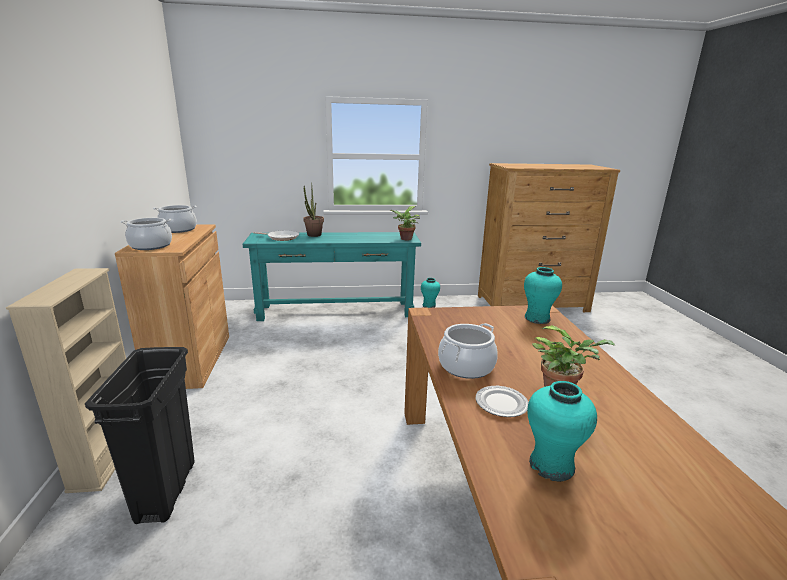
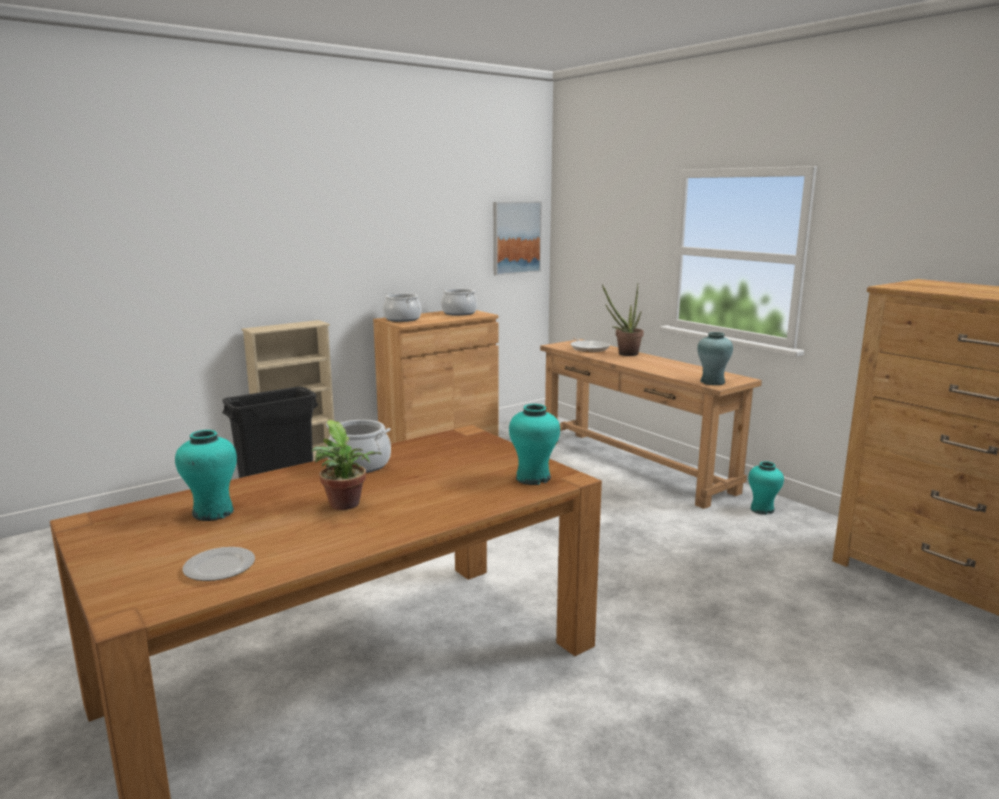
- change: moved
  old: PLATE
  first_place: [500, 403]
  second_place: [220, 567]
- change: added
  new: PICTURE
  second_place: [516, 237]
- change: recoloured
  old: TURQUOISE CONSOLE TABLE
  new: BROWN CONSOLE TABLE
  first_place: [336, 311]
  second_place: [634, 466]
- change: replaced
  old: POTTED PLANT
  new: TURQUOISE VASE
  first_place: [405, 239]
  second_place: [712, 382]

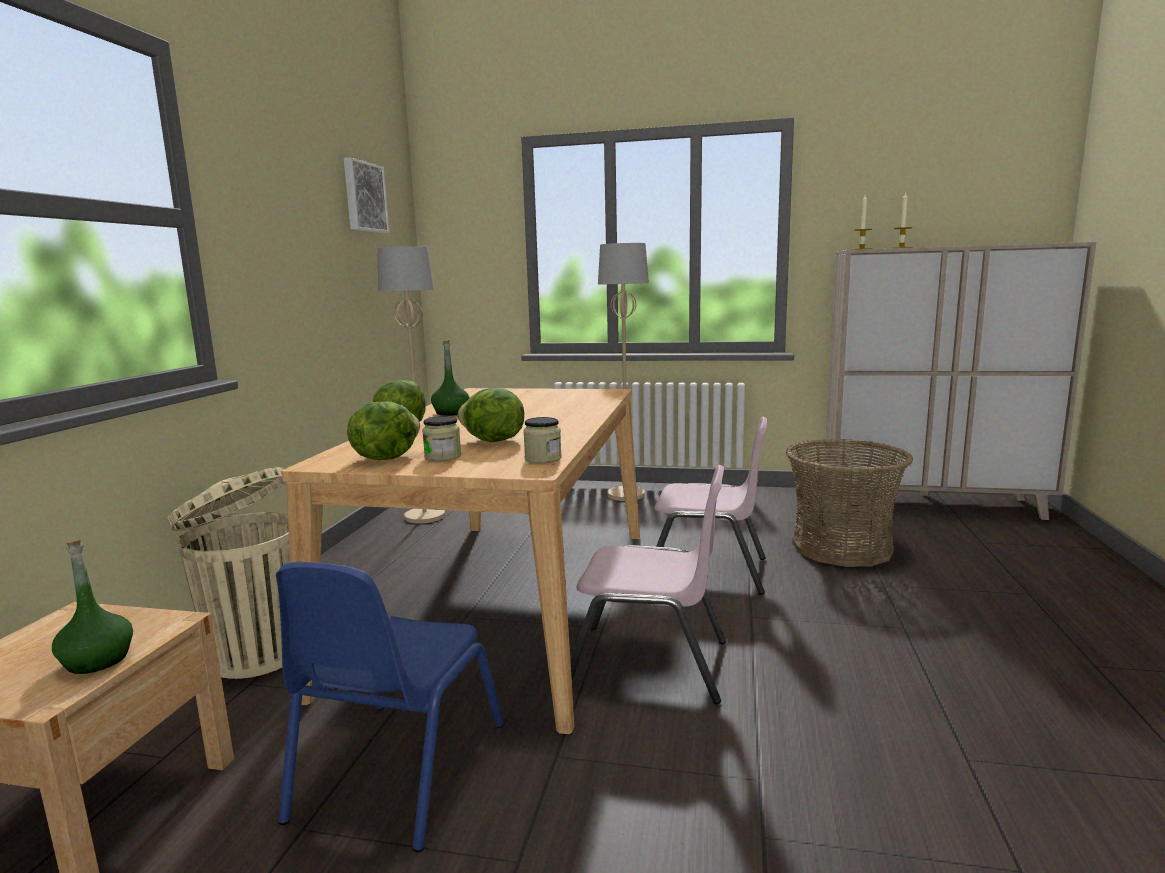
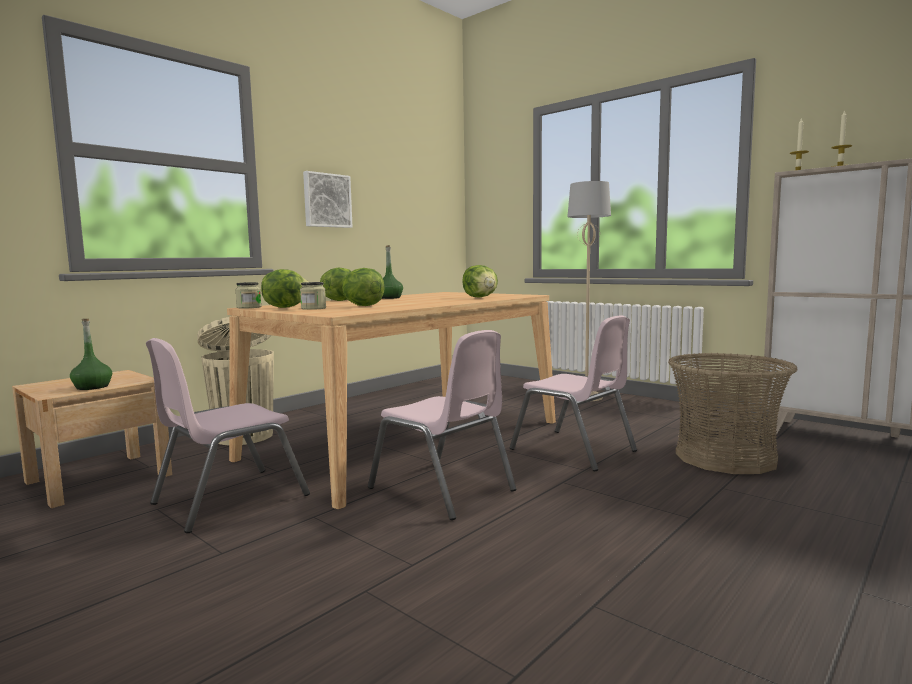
- change: recoloured
  old: BLUE CHAIR
  new: PINK CHAIR
  first_place: [397, 770]
  second_place: [229, 499]
- change: moved
  old: JAR
  first_place: [543, 459]
  second_place: [249, 307]
- change: moved
  old: PICTURE
  first_place: [364, 197]
  second_place: [326, 200]
- change: added
  new: LETTUCE
  second_place: [481, 297]
- change: removed
  old: BEIGE FLOOR LAMP
  first_place: [425, 516]

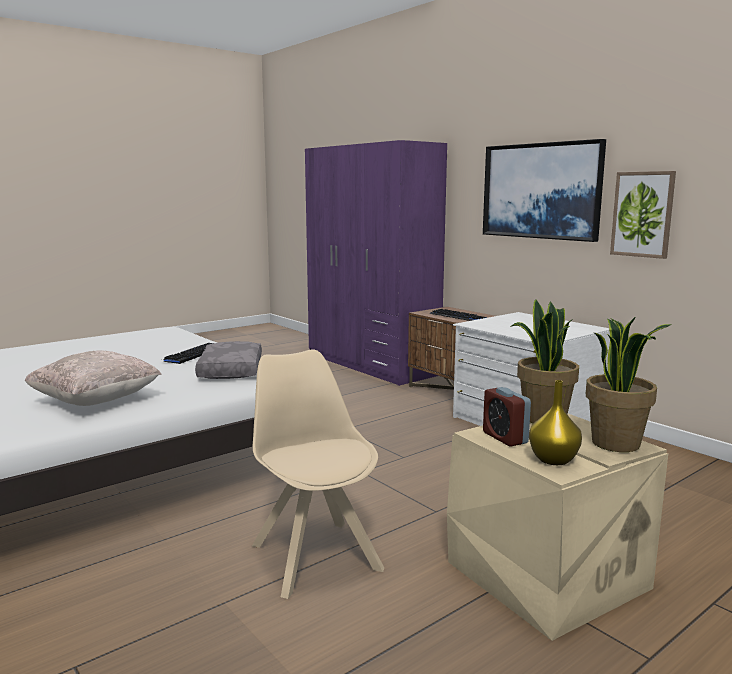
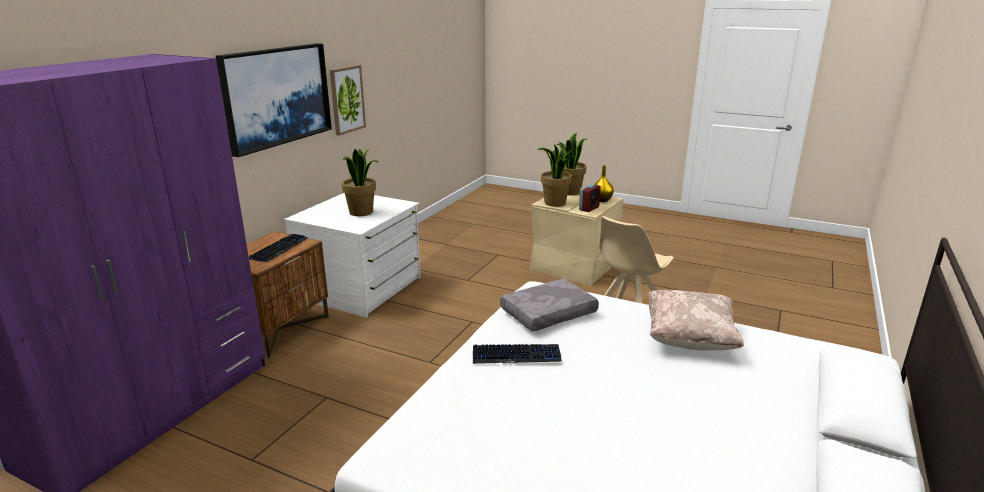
- change: added
  new: POTTED PLANT
  second_place: [361, 212]

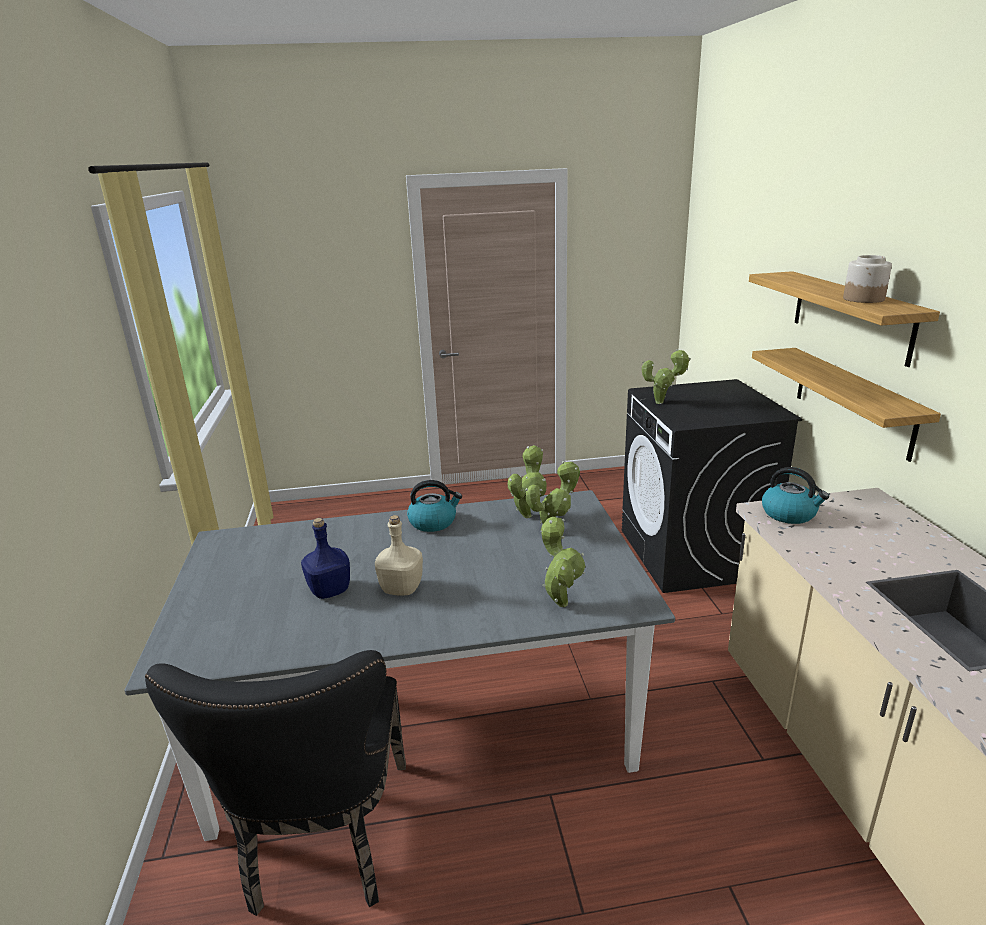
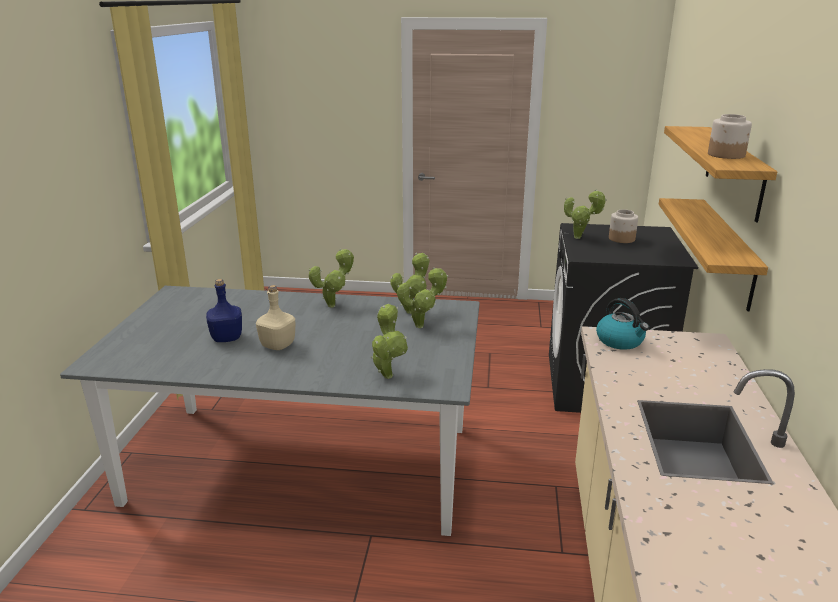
- change: replaced
  old: KETTLE
  new: POTTED PLANT
  first_place: [433, 522]
  second_place: [334, 305]
- change: added
  new: JAR
  second_place: [621, 239]
- change: removed
  old: BLACK CHAIR
  first_place: [326, 844]

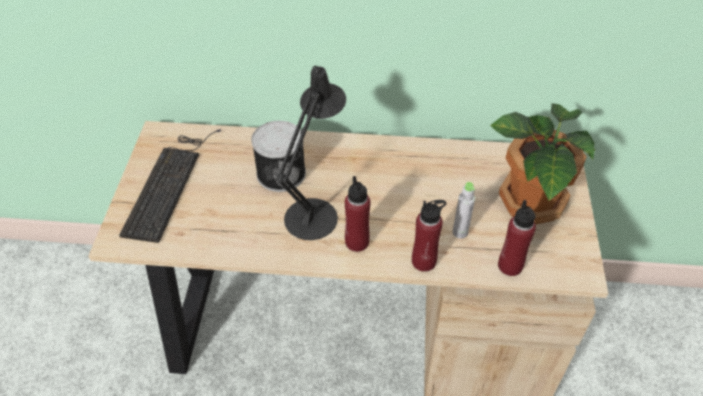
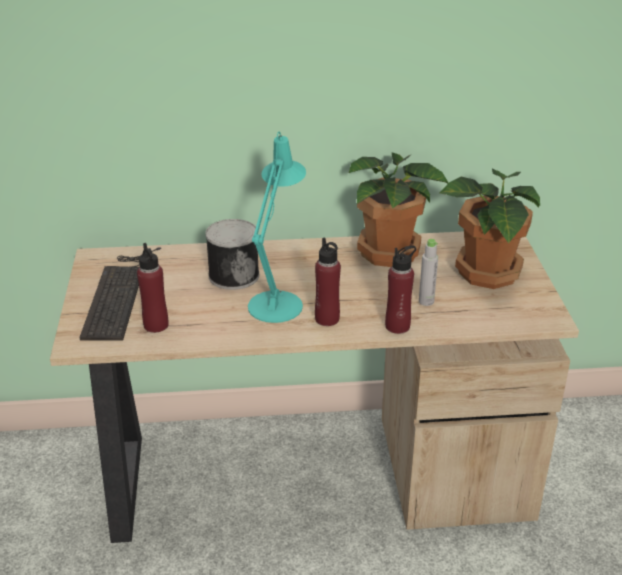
- change: moved
  old: RED BOTTLE
  first_place: [510, 266]
  second_place: [156, 325]
- change: recoloured
  old: BLACK TABLE LAMP
  new: TURQUOISE TABLE LAMP
  first_place: [315, 213]
  second_place: [278, 301]
- change: added
  new: POTTED PLANT
  second_place: [391, 253]

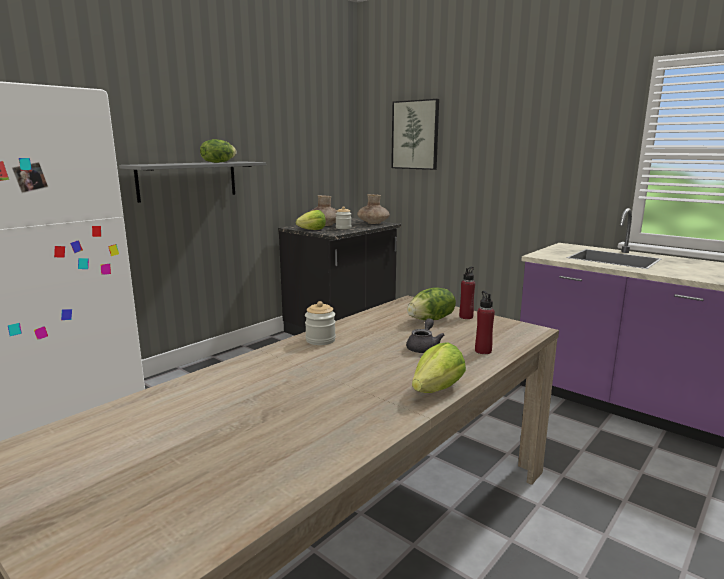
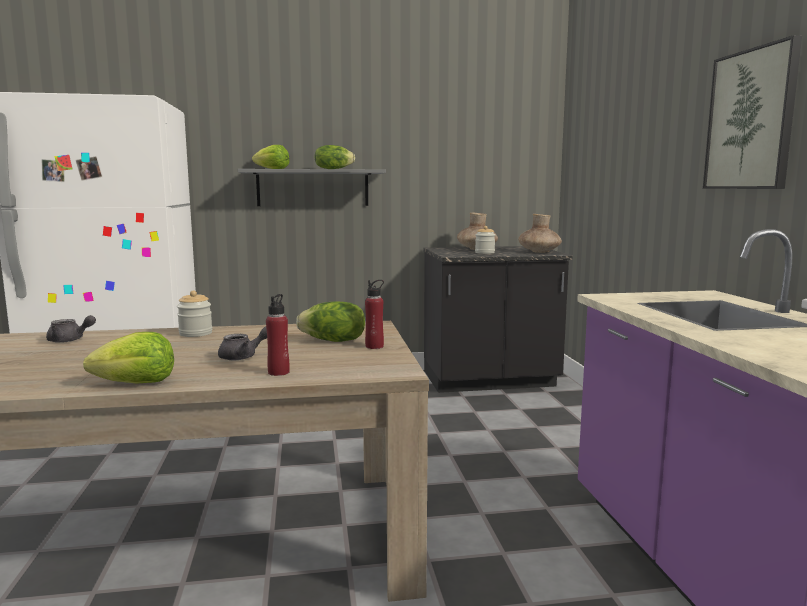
- change: added
  new: GREY TEAPOT
  second_place: [70, 340]
- change: moved
  old: LETTUCE
  first_place: [312, 230]
  second_place: [272, 169]
- change: moved
  old: PICTURE
  first_place: [415, 135]
  second_place: [751, 120]

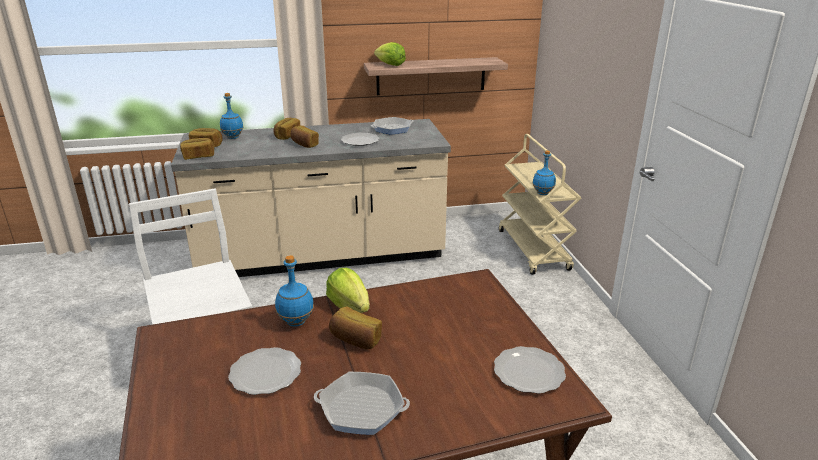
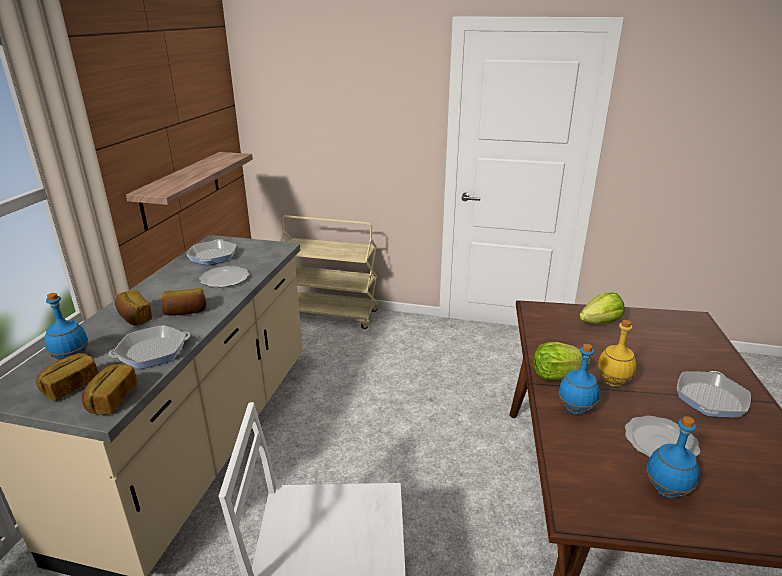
- change: added
  new: FRYING PAN
  second_place: [152, 352]
- change: moved
  old: LETTUCE
  first_place: [390, 65]
  second_place: [600, 322]
- change: replaced
  old: BREAD
  new: YELLOW BOTTLE
  first_place: [355, 340]
  second_place: [613, 382]
- change: moved
  old: BLUE BOTTLE
  first_place: [542, 193]
  second_place: [665, 490]
- change: removed
  old: PLATE
  first_place: [529, 373]

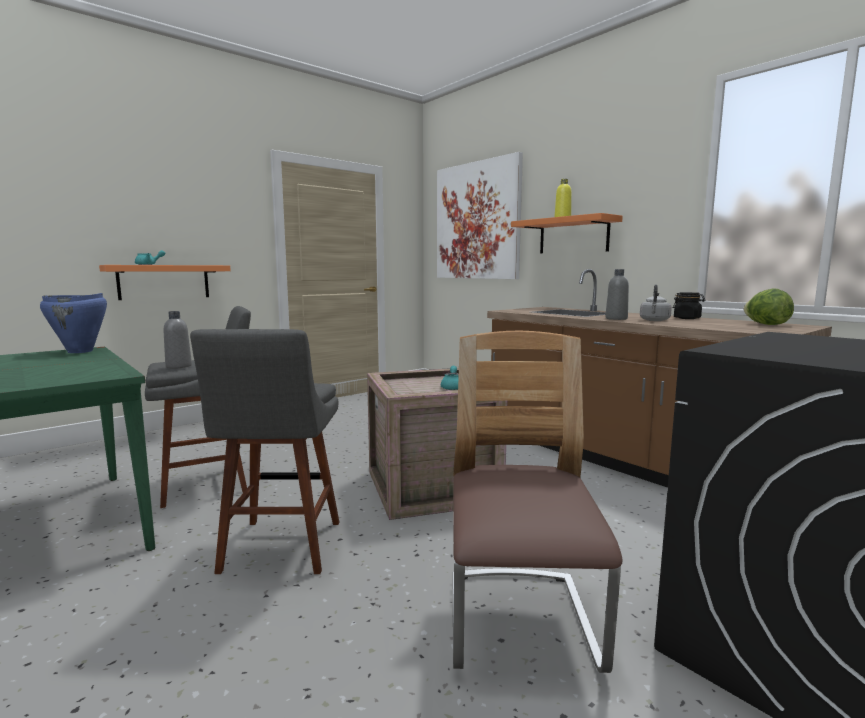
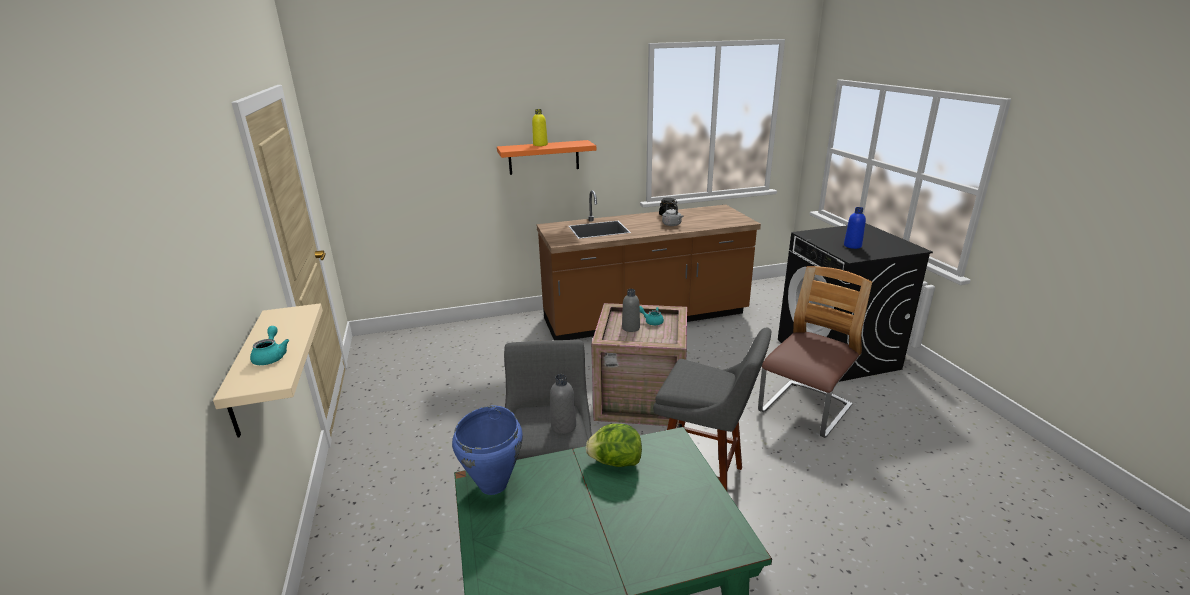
- change: recoloured
  old: ORANGE SHELF
  new: BEIGE SHELF
  first_place: [164, 282]
  second_place: [248, 373]
- change: moved
  old: LETTUCE
  first_place: [766, 324]
  second_place: [615, 462]
- change: moved
  old: GREY BOTTLE
  first_place: [616, 319]
  second_place: [631, 328]
- change: turned
  old: CHAIR
  first_place: [520, 623]
  second_place: [805, 410]
  degrees: 105
- change: added
  new: BLUE BOTTLE
  second_place: [852, 246]
- change: removed
  old: PICTURE
  first_place: [477, 221]

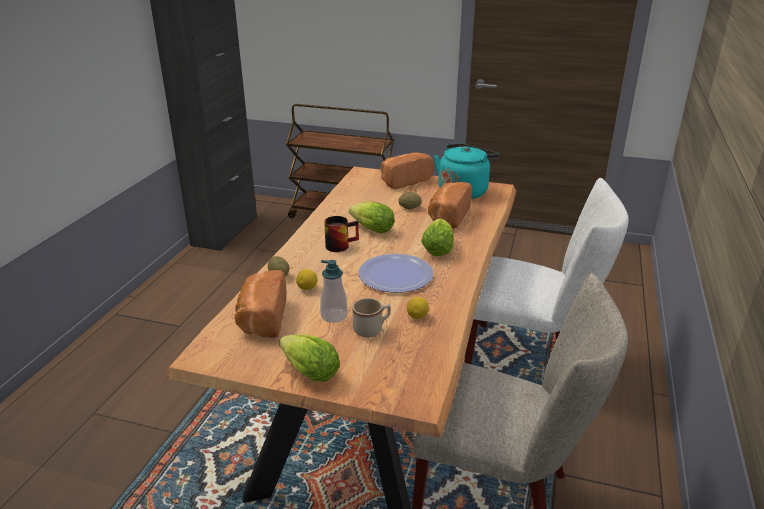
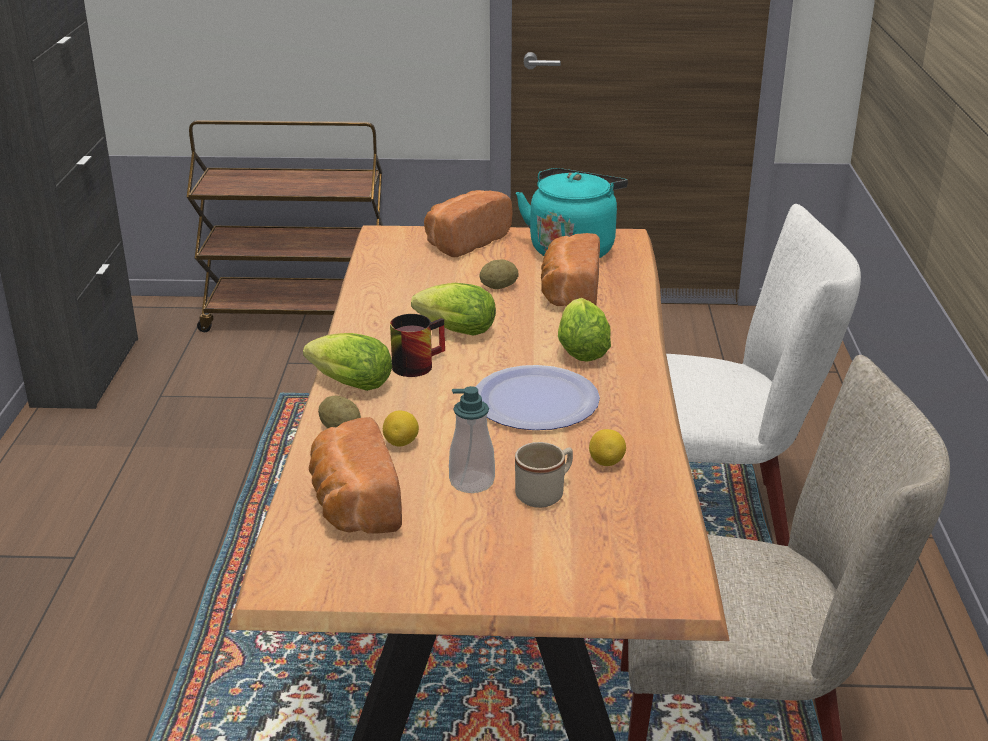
- change: moved
  old: LETTUCE
  first_place: [307, 371]
  second_place: [346, 384]

